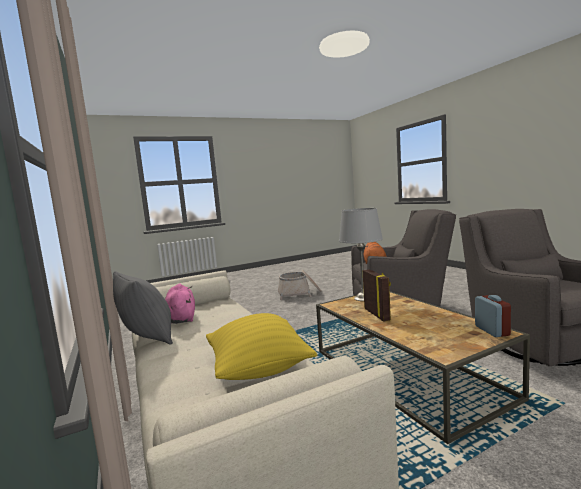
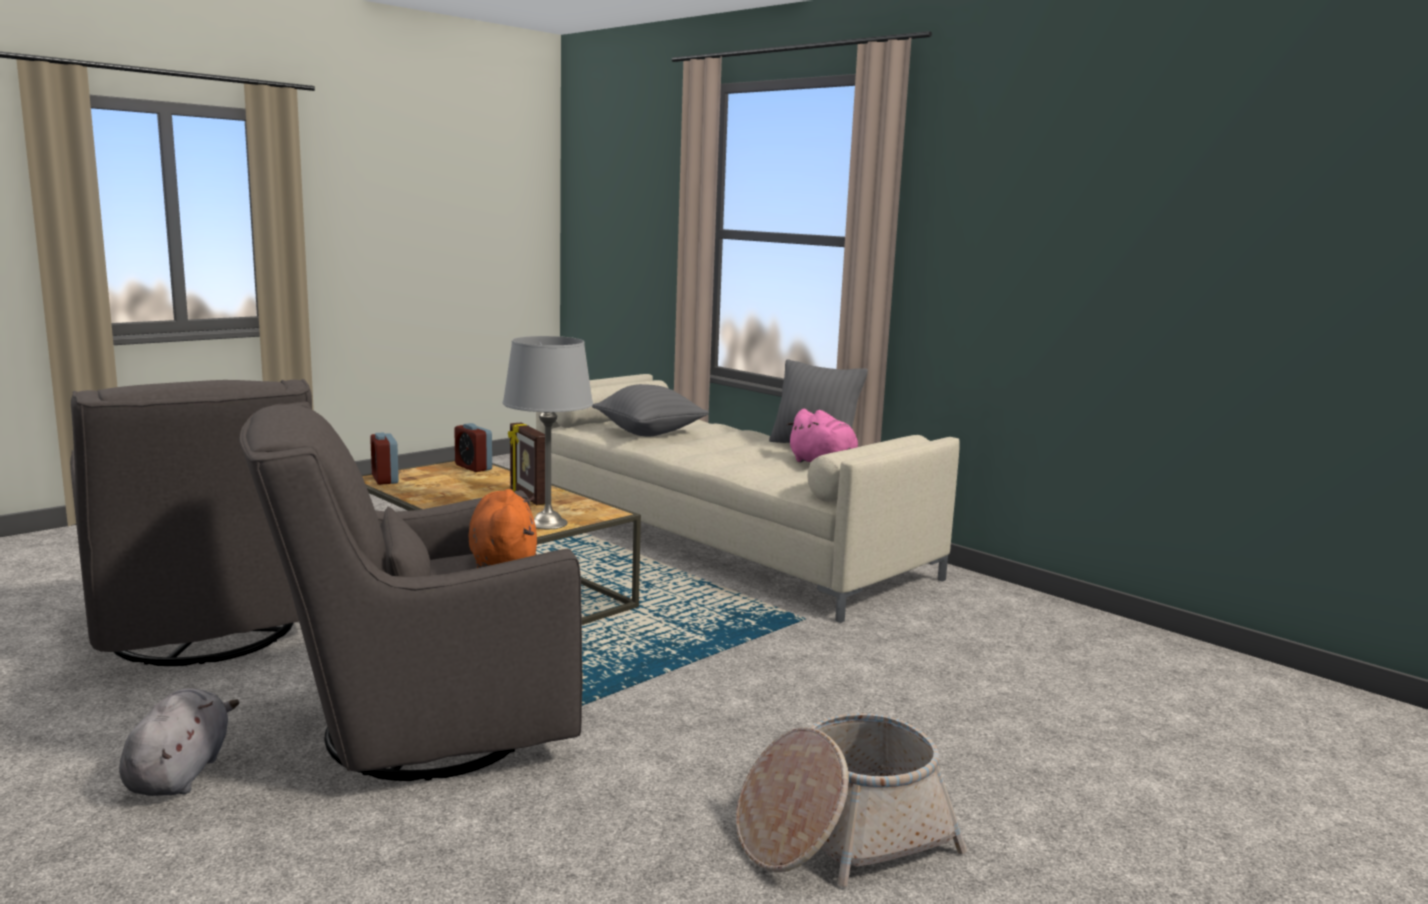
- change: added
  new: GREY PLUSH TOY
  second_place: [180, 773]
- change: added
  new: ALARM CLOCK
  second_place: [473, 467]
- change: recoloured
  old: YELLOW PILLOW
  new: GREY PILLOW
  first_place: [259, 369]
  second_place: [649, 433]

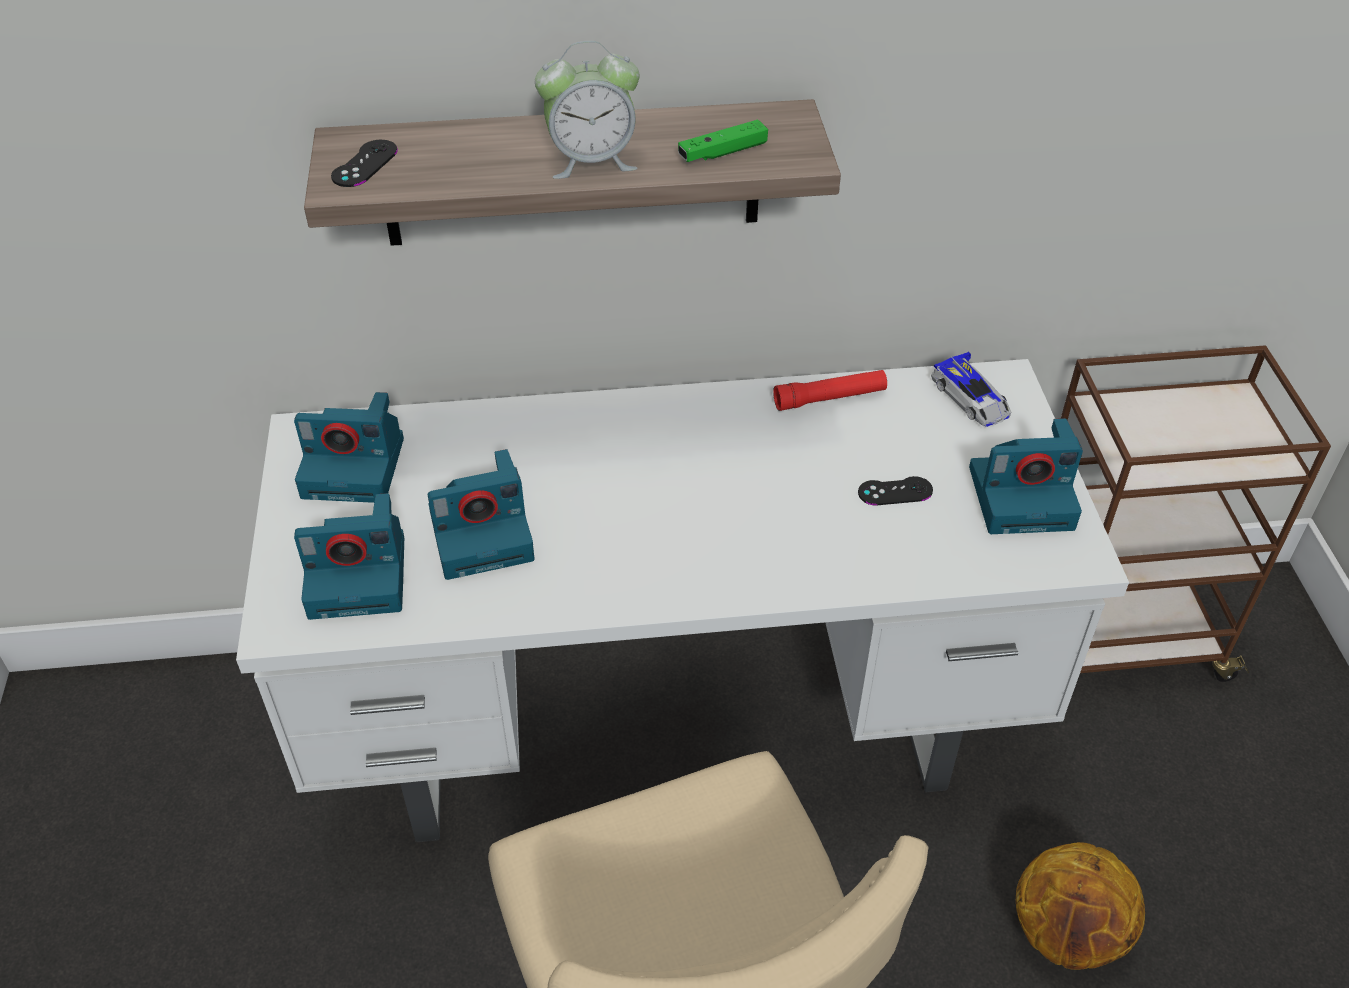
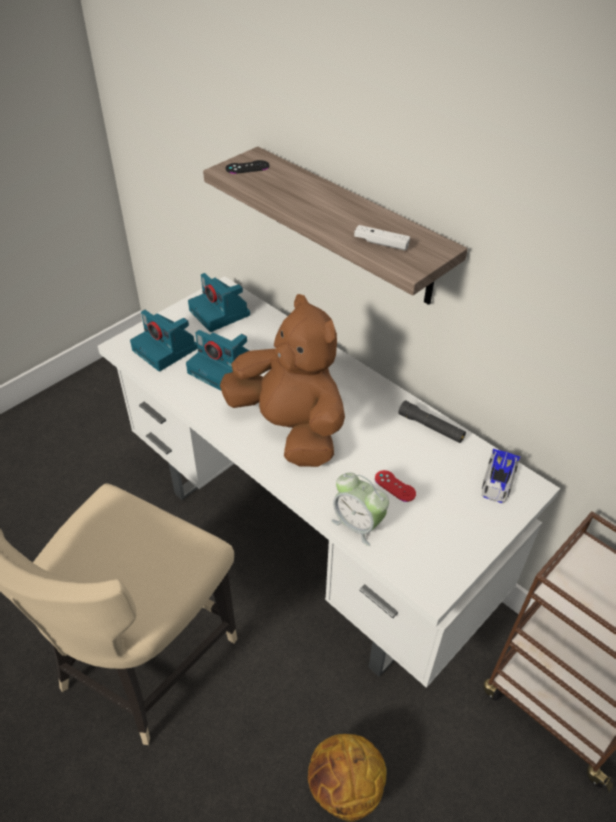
- change: added
  new: BROWN PLUSH TOY
  second_place: [290, 428]
- change: moved
  old: ALARM CLOCK
  first_place: [591, 161]
  second_place: [357, 524]
- change: recoloured
  old: GREEN GAME CONTROLLER
  new: WHITE GAME CONTROLLER
  first_place: [723, 152]
  second_place: [381, 243]
- change: recoloured
  old: BLACK GAME CONTROLLER
  new: RED GAME CONTROLLER
  first_place: [895, 491]
  second_place: [395, 486]
- change: recoloured
  old: RED FLASHLIGHT
  new: BLACK FLASHLIGHT
  first_place: [830, 398]
  second_place: [431, 427]
- change: removed
  old: PHOTO CAMERA
  first_place: [1023, 496]

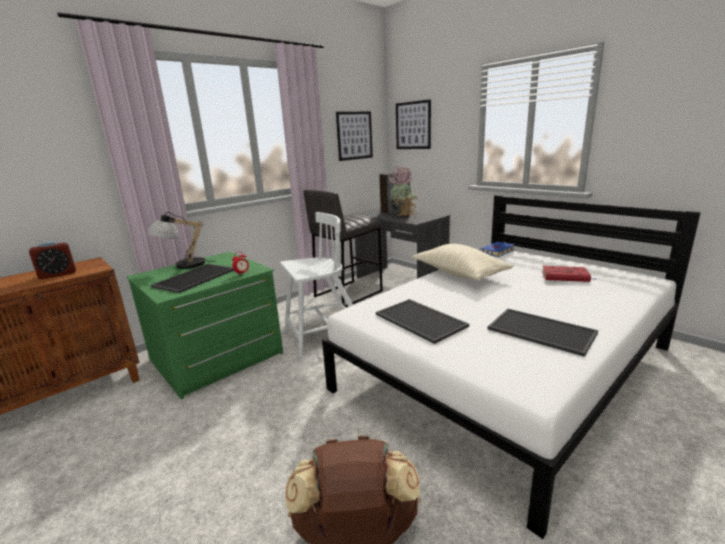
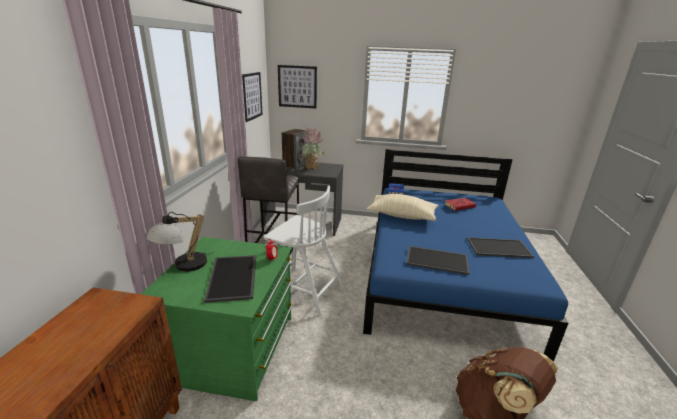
- change: turned
  old: WHITE CHAIR
  first_place: [324, 335]
  second_place: [304, 291]
  degrees: 90
- change: recoloured
  old: WHITE BED
  new: BLUE BED
  first_place: [505, 368]
  second_place: [442, 274]
- change: removed
  old: ALARM CLOCK
  first_place: [58, 274]

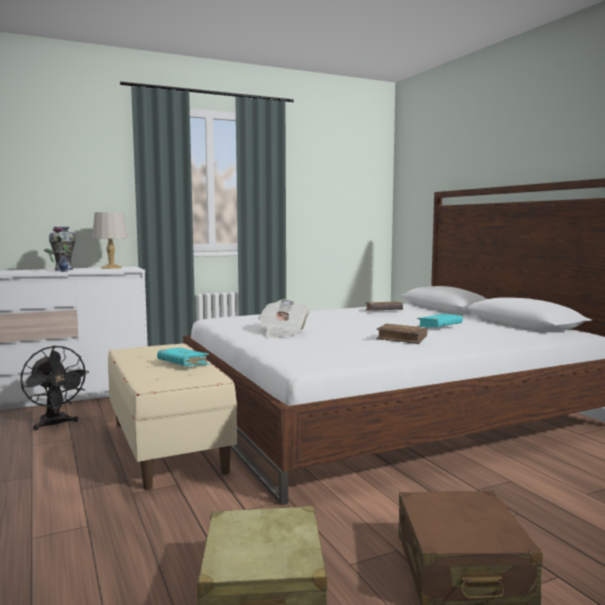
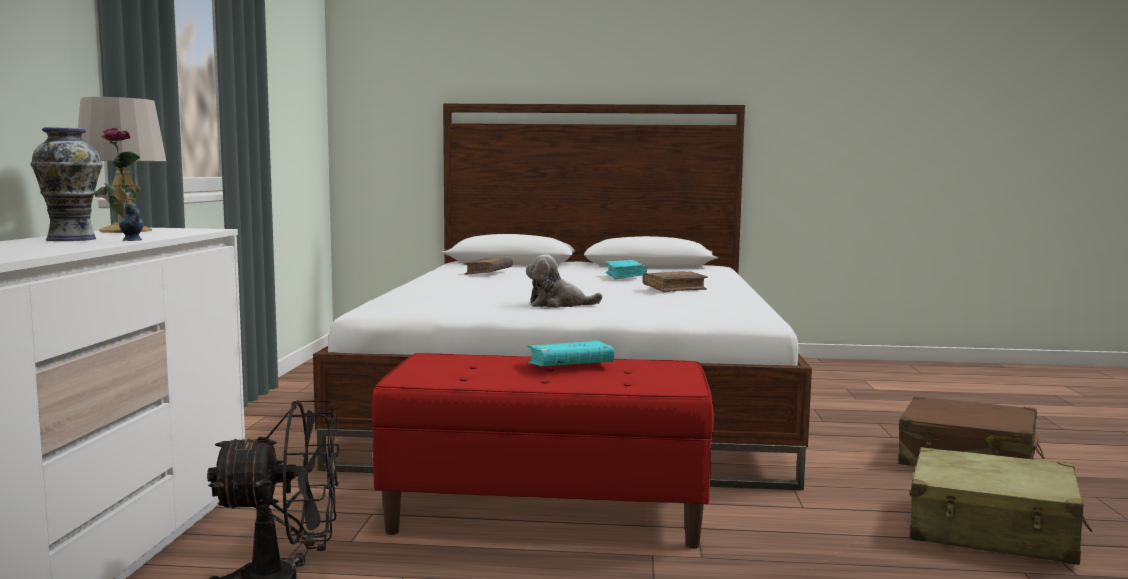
- change: recoloured
  old: BEIGE BENCH
  new: RED BENCH
  first_place: [168, 446]
  second_place: [547, 514]
- change: replaced
  old: NEWSPAPER
  new: PLUSH TOY
  first_place: [283, 333]
  second_place: [558, 305]

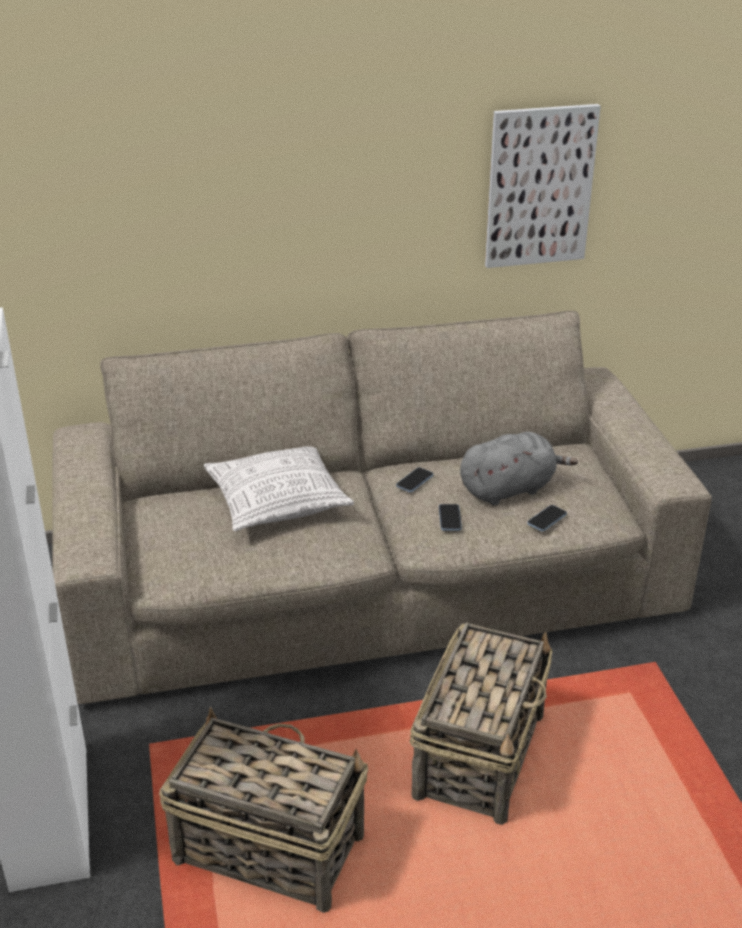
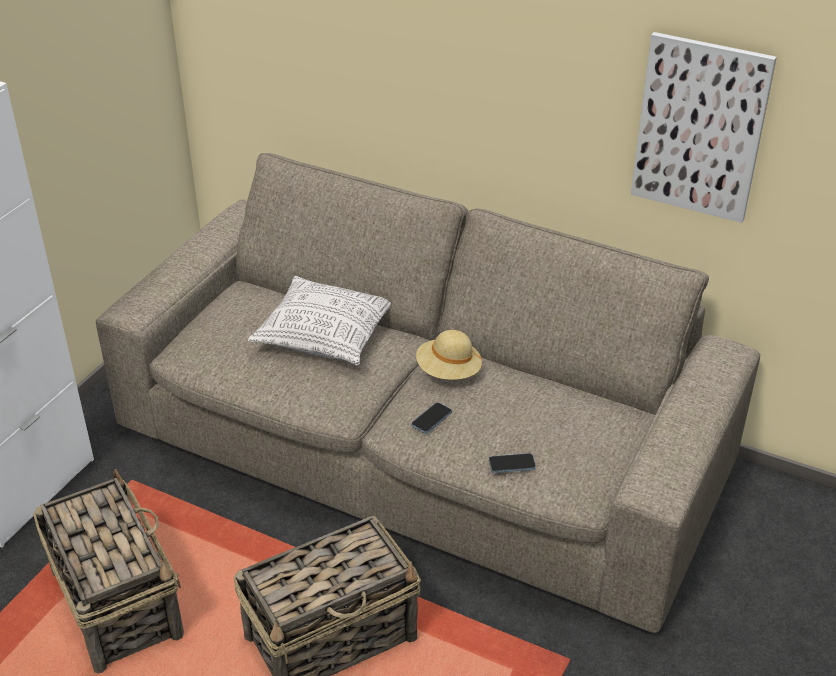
- change: replaced
  old: PHONE
  new: BEIGE HAT
  first_place: [414, 481]
  second_place: [448, 372]
- change: removed
  old: GREY PLUSH TOY
  first_place: [510, 489]

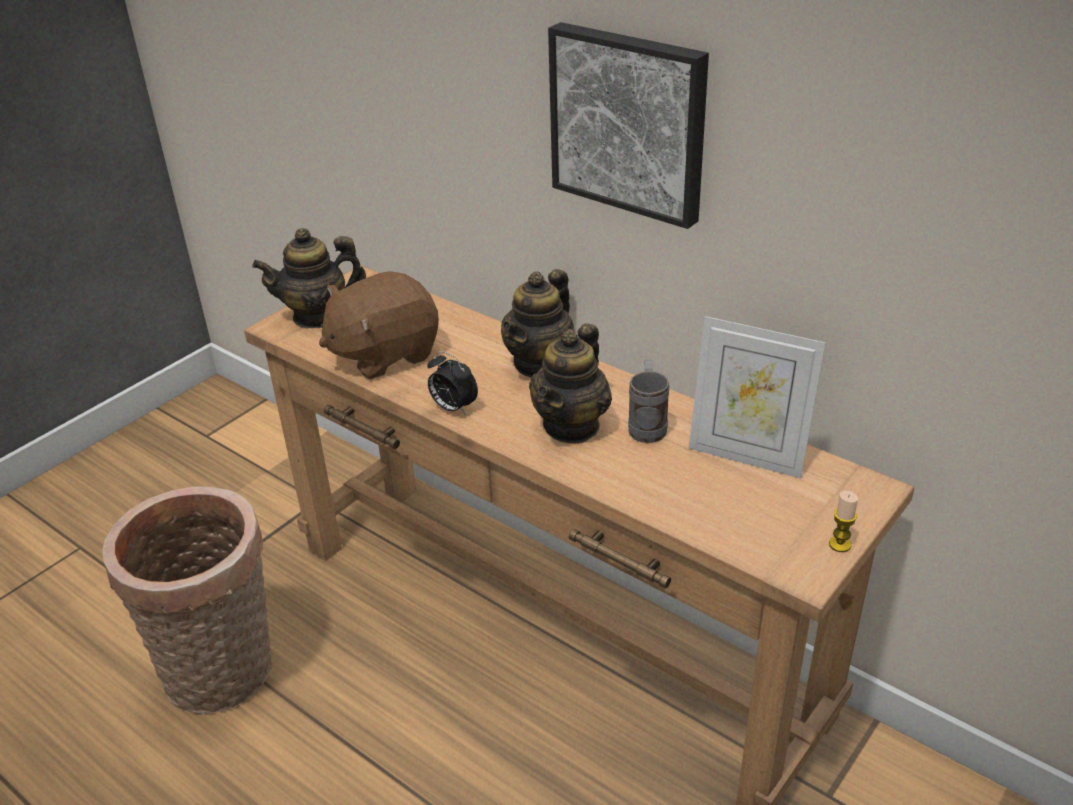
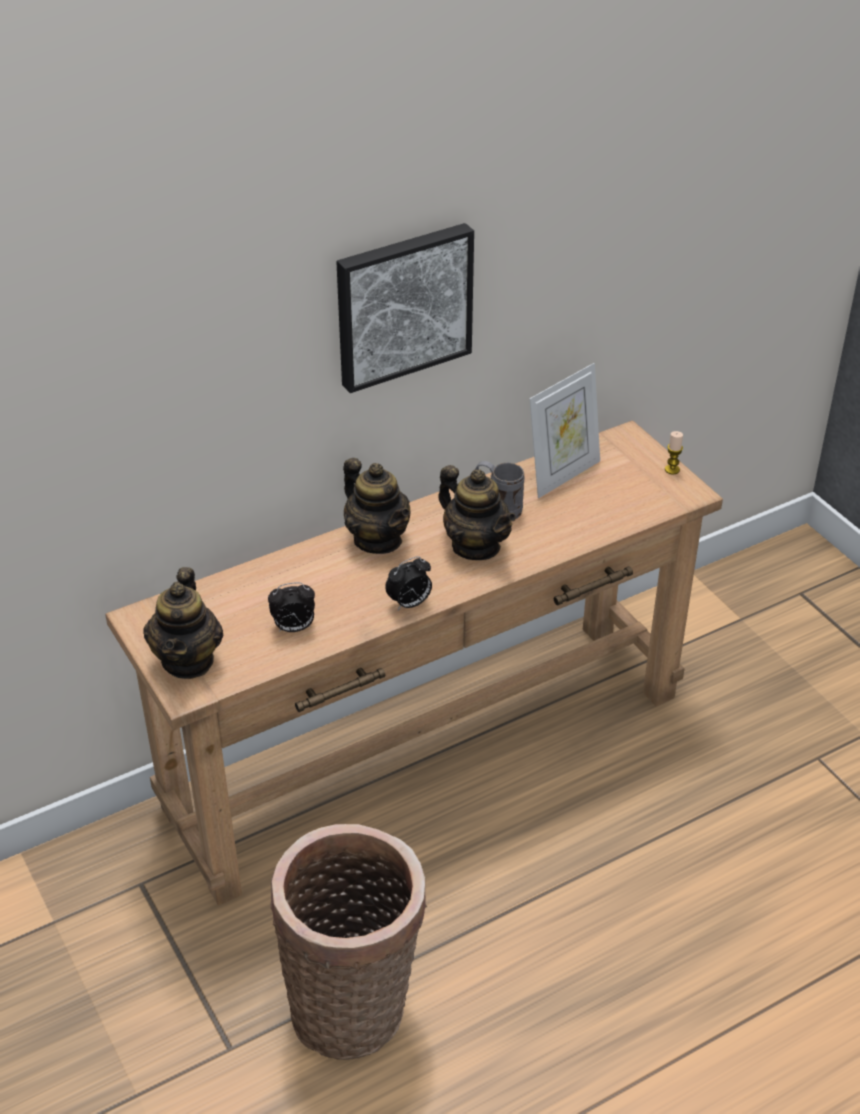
- change: replaced
  old: BROWN PLUSH TOY
  new: ALARM CLOCK
  first_place: [383, 354]
  second_place: [293, 628]

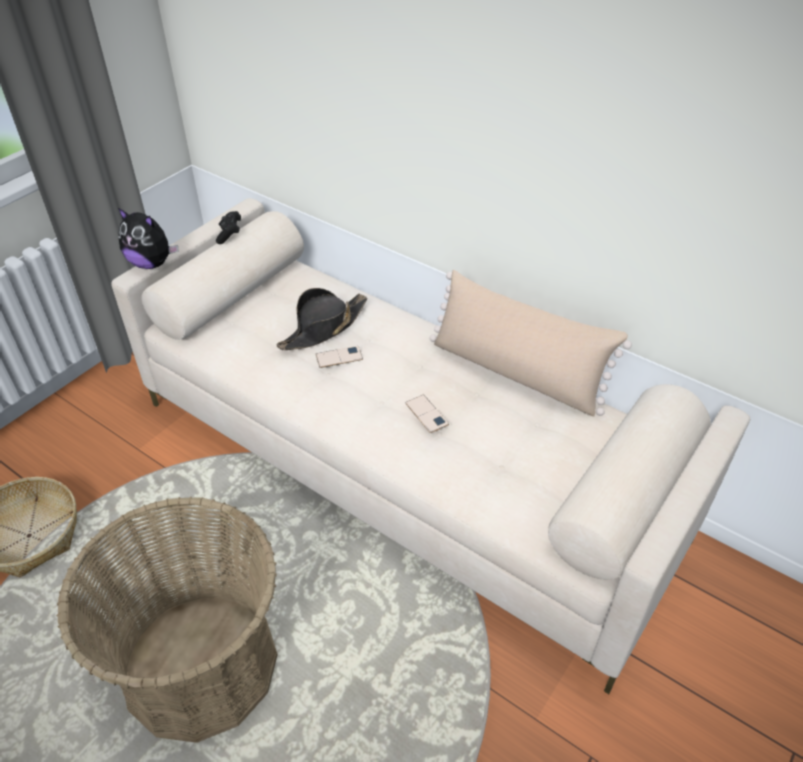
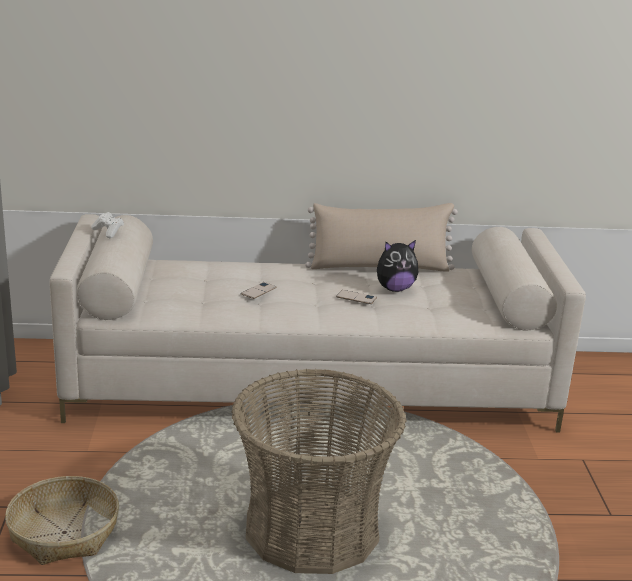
- change: recoloured
  old: BLACK GAME CONTROLLER
  new: WHITE GAME CONTROLLER
  first_place: [229, 234]
  second_place: [108, 232]
- change: moved
  old: PLUSH TOY
  first_place: [152, 263]
  second_place: [394, 289]
- change: removed
  old: BLACK HAT
  first_place: [323, 328]

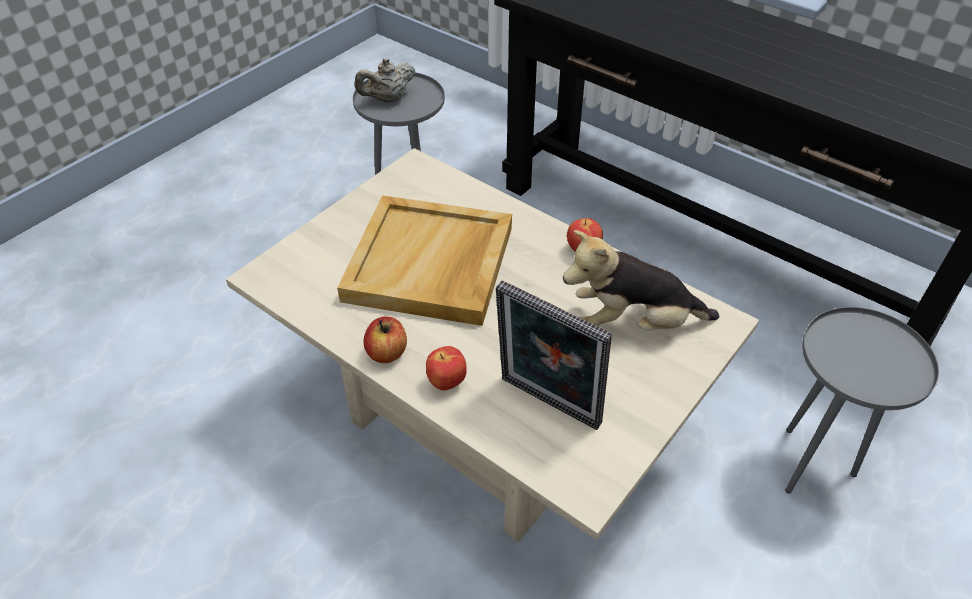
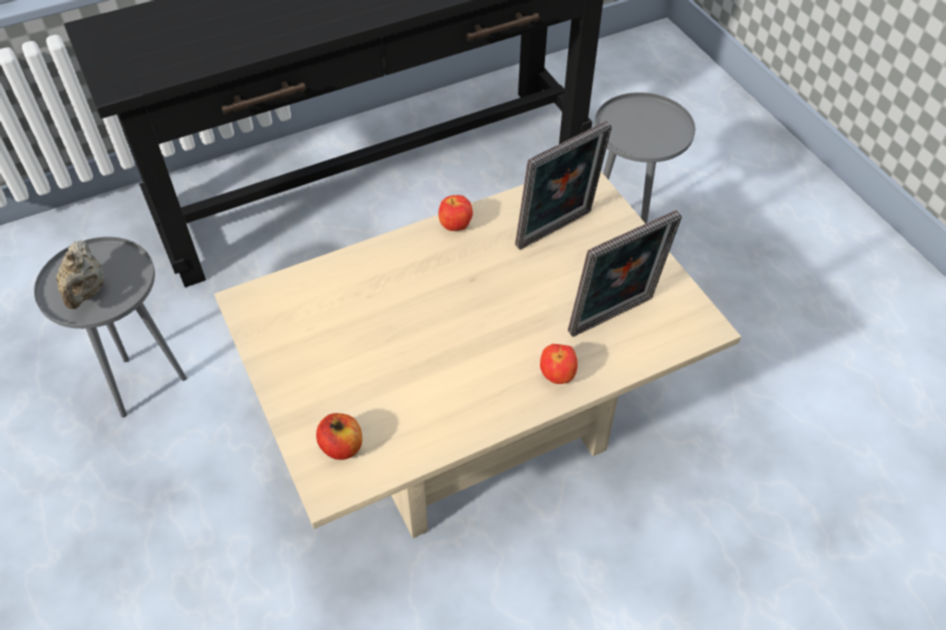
- change: moved
  old: APPLE
  first_place: [387, 352]
  second_place: [342, 446]
- change: replaced
  old: PLUSH TOY
  new: PICTURE FRAME
  first_place: [632, 324]
  second_place: [557, 232]
- change: removed
  old: BEIGE TRAY
  first_place: [430, 265]

